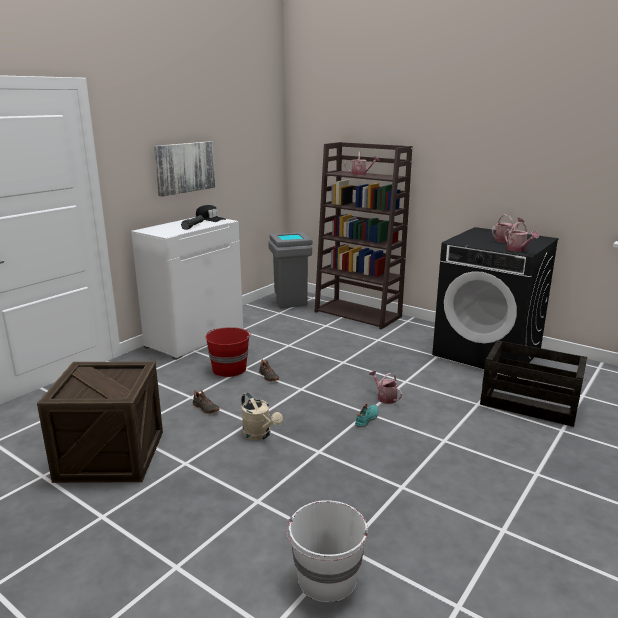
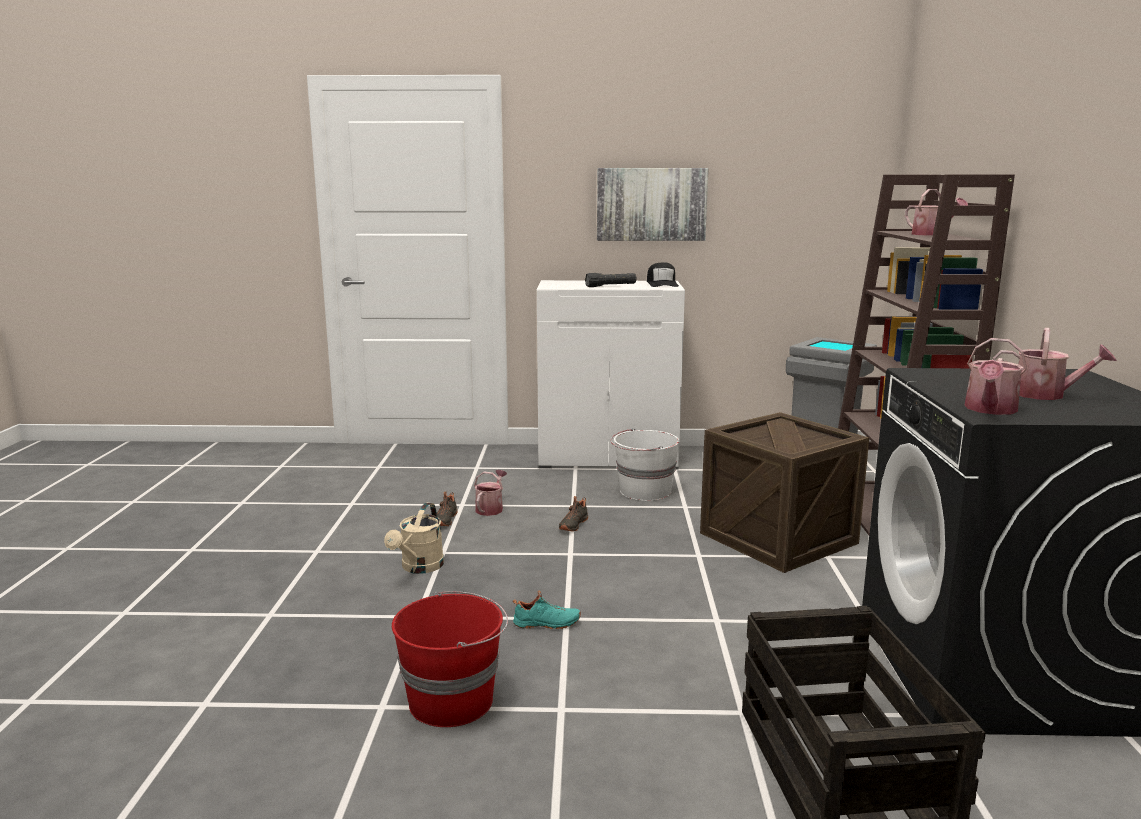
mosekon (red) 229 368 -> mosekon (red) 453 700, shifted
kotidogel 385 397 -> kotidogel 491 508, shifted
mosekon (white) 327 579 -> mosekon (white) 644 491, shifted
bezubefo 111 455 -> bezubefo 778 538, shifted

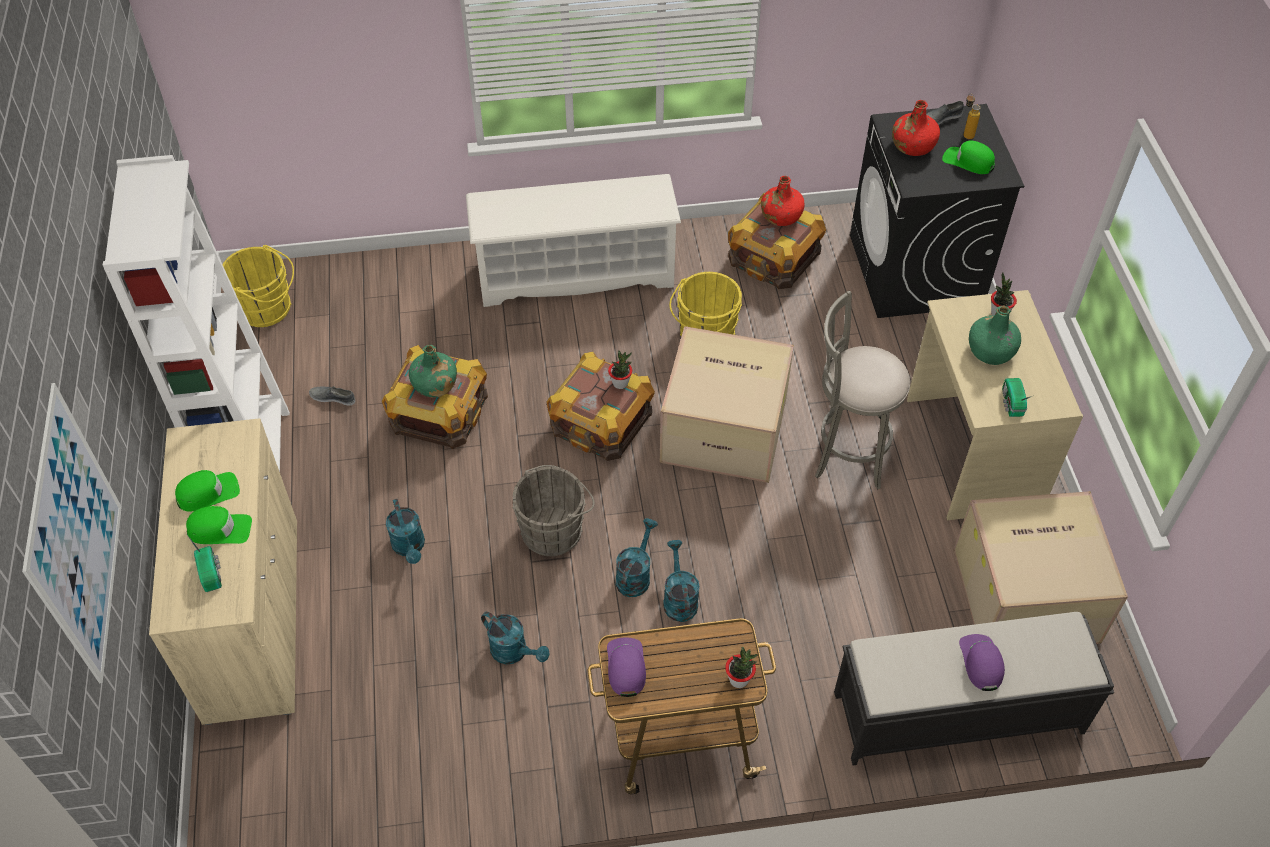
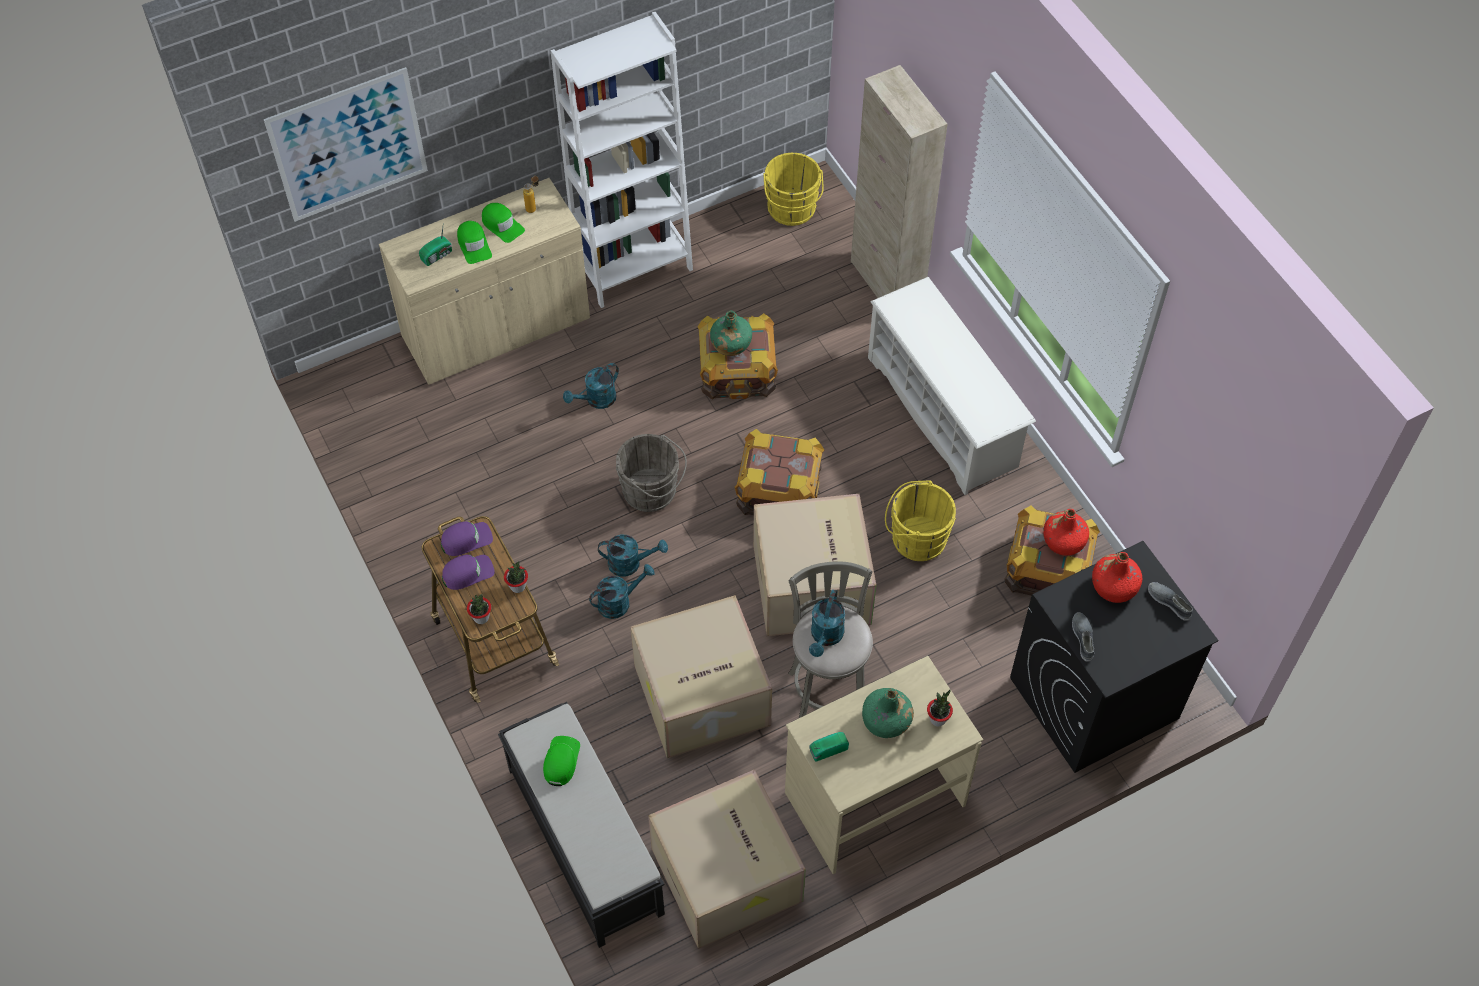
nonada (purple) 981 662 -> nonada (purple) 468 573, shifted
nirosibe 620 383 -> nirosibe 518 586, shifted
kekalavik 966 133 -> kekalavik 534 207, shifted
nonada (green) 968 161 -> nonada (green) 561 761, shifted
none -> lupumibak 700 697
kotidogel (turquoise) 514 652 -> kotidogel (turquoise) 825 637, shifted
none -> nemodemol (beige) 886 283
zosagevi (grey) 333 397 -> zosagevi (grey) 1083 638, shifted

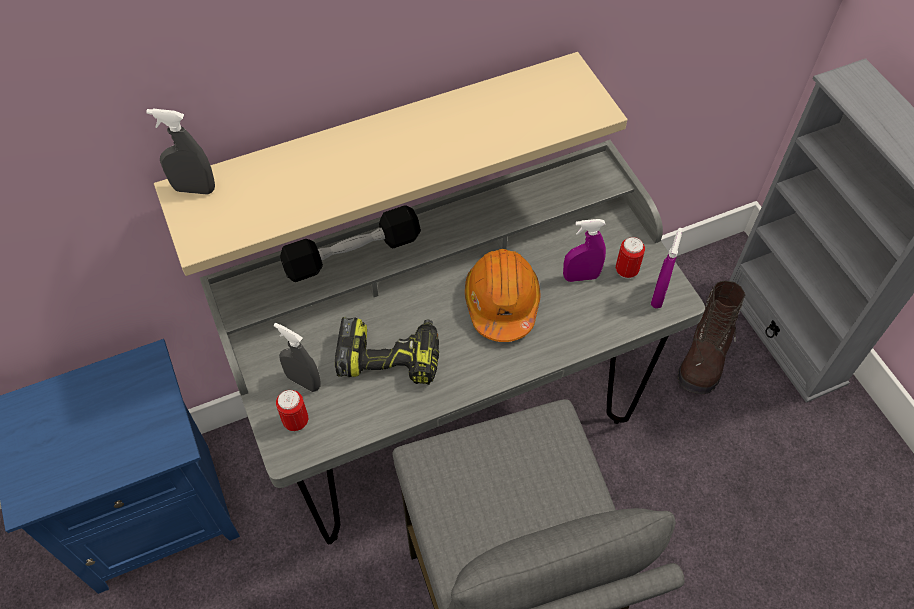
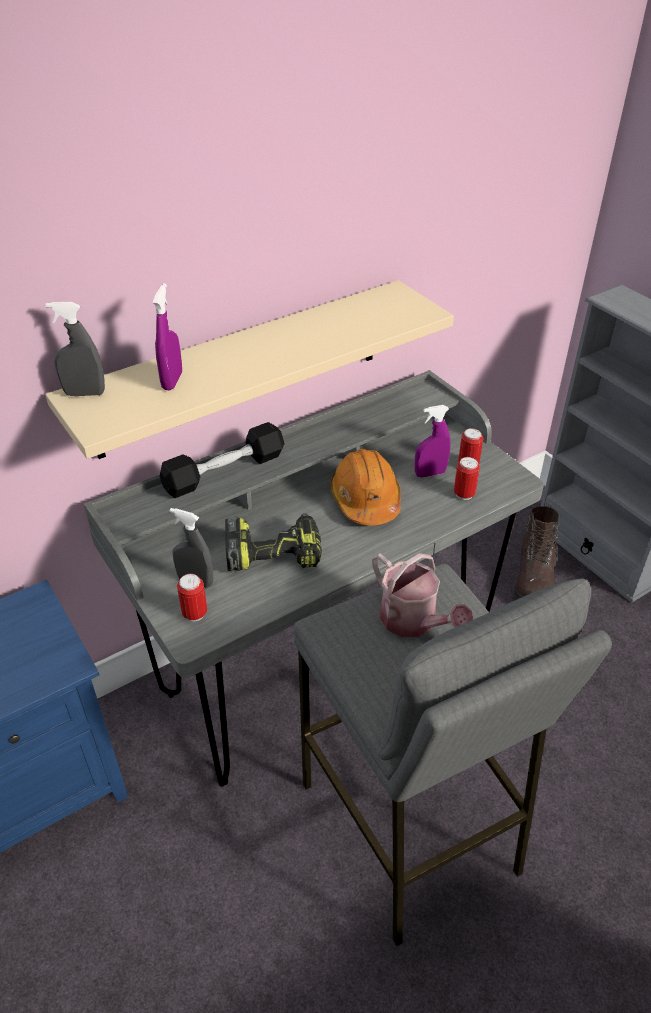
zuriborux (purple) 658 295 -> zuriborux (purple) 172 381, shifted
none -> kotidogel 414 621
none -> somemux 464 494

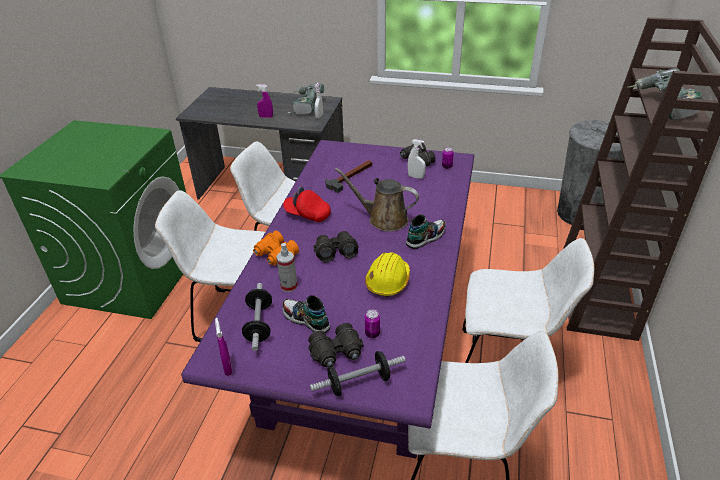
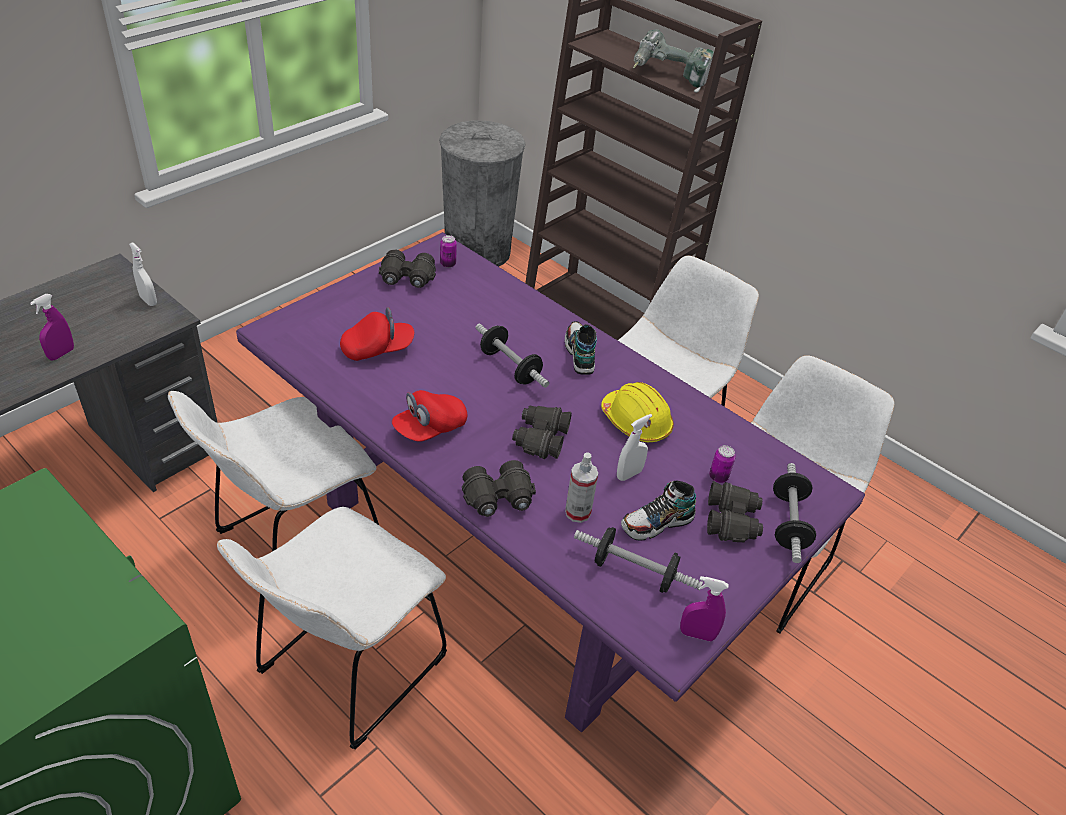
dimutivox 350 177 -> nonada (red) 377 349
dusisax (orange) 275 255 -> dusisax (black) 499 499
kotidogel (brown) 384 219 -> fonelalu 510 367
zuriborux (white) 416 177 -> zuriborux (white) 629 474, shifted
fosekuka 305 106 -> none

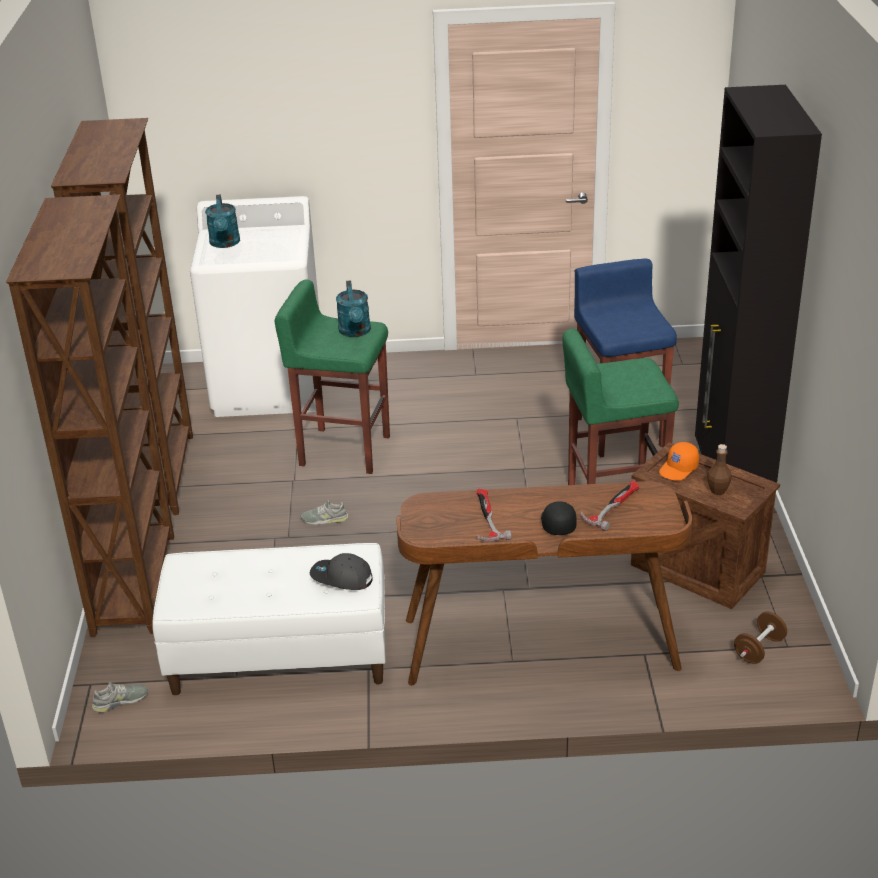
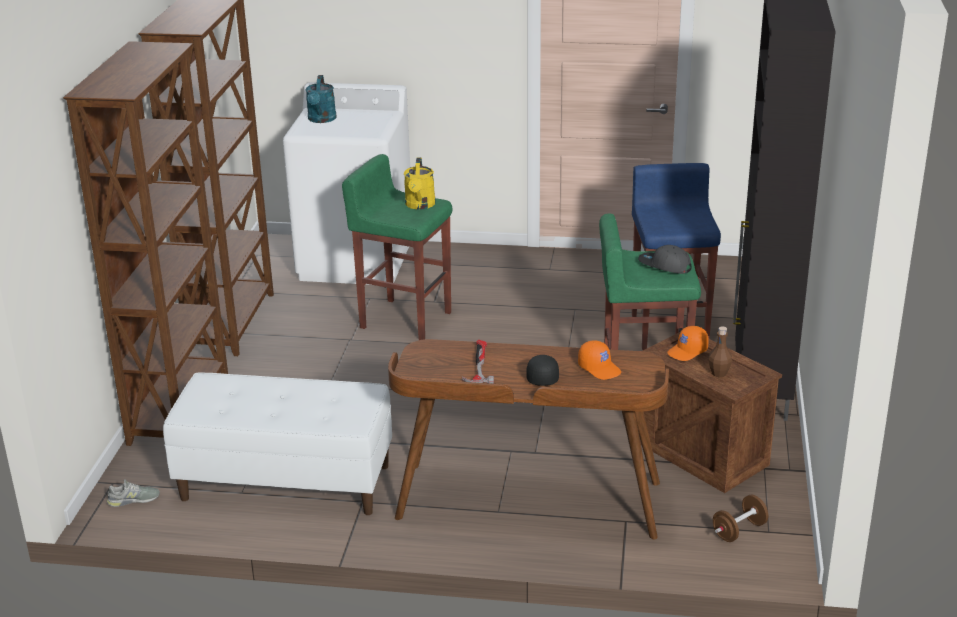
kotidogel (turquoise) 355 332 -> kotidogel (yellow) 420 205
dimutivox 612 506 -> nonada (orange) 600 368
nonada (grey) 341 578 -> nonada (grey) 664 266, shifted
zosagevi (grey) 324 519 -> none

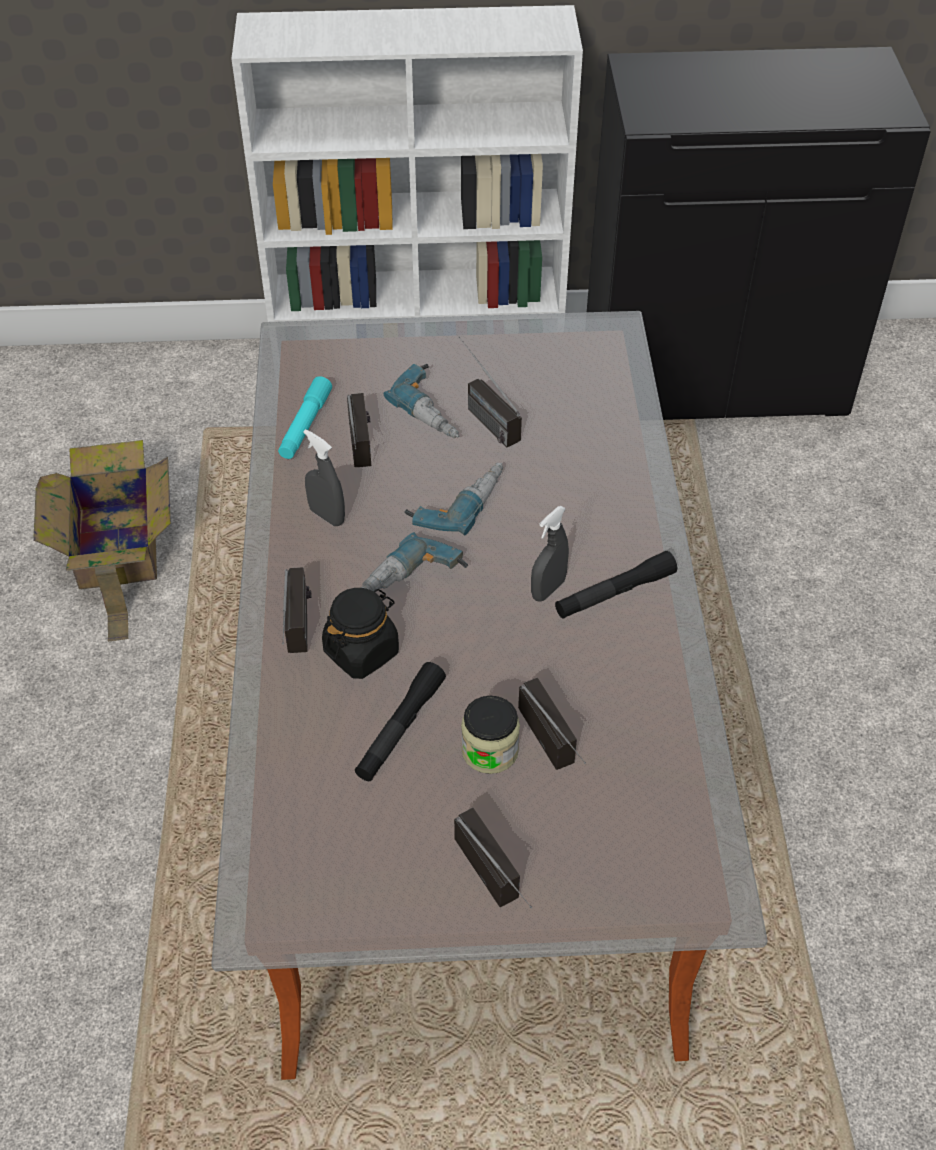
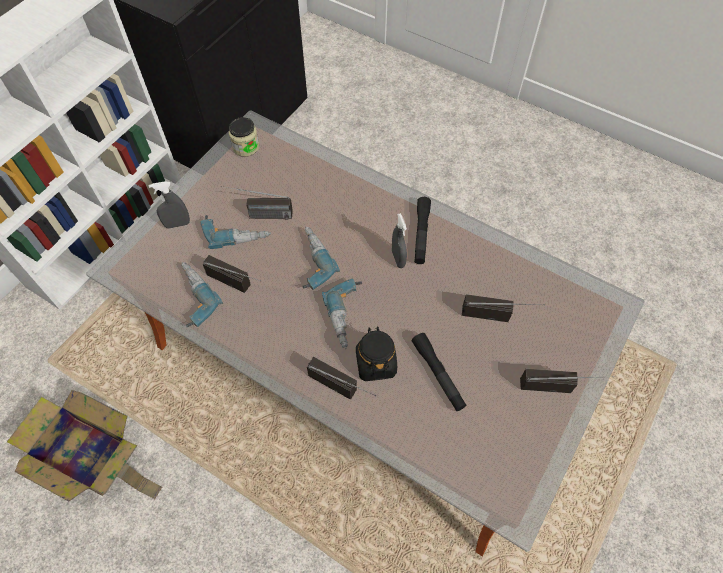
zuriborux (grey) 327 516 -> zuriborux (grey) 177 224, shifted
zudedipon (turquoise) 305 425 -> fosekuka 191 298
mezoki 490 750 -> mezoki 246 147, shifted

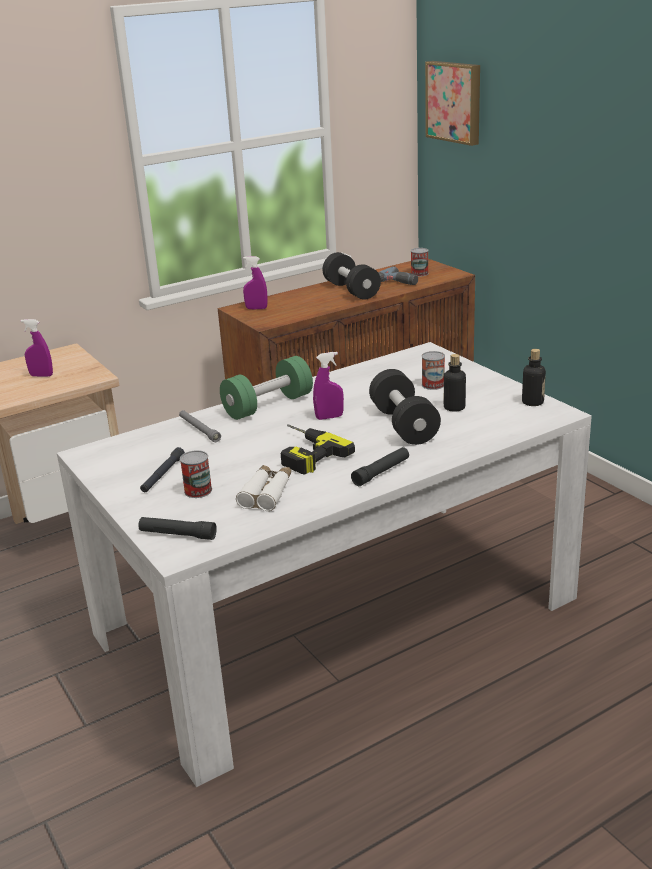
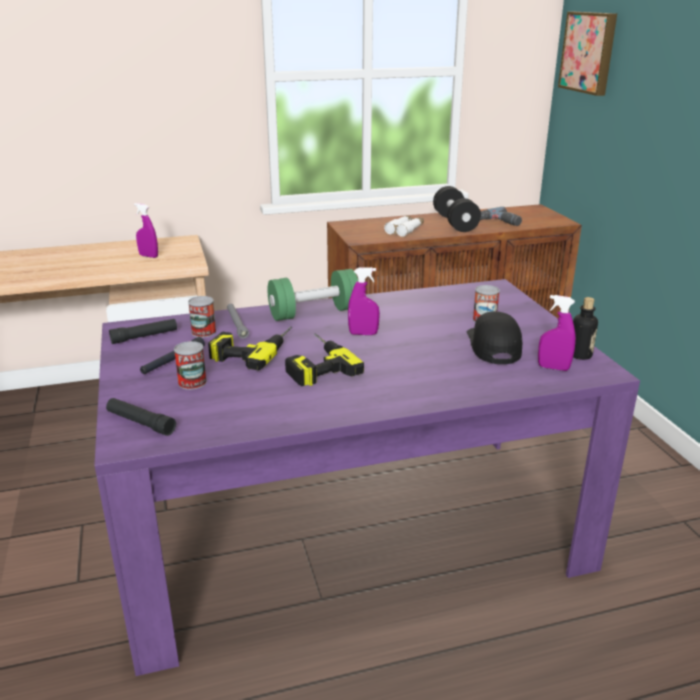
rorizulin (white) 336 617 -> rorizulin (purple) 349 530
zudedipon (black) 381 472 -> zudedipon (black) 144 337, shifted
somemux 419 274 -> somemux 204 332, shifted
none -> fosekuka 252 349
dusisax (white) 266 493 -> dusisax (white) 405 230, shifted
kekalavik 454 407 -> nonada (black) 493 346
zuriborux (purple) 256 308 -> zuriborux (purple) 553 368, shifted
fonelalu (black) 404 425 -> none

